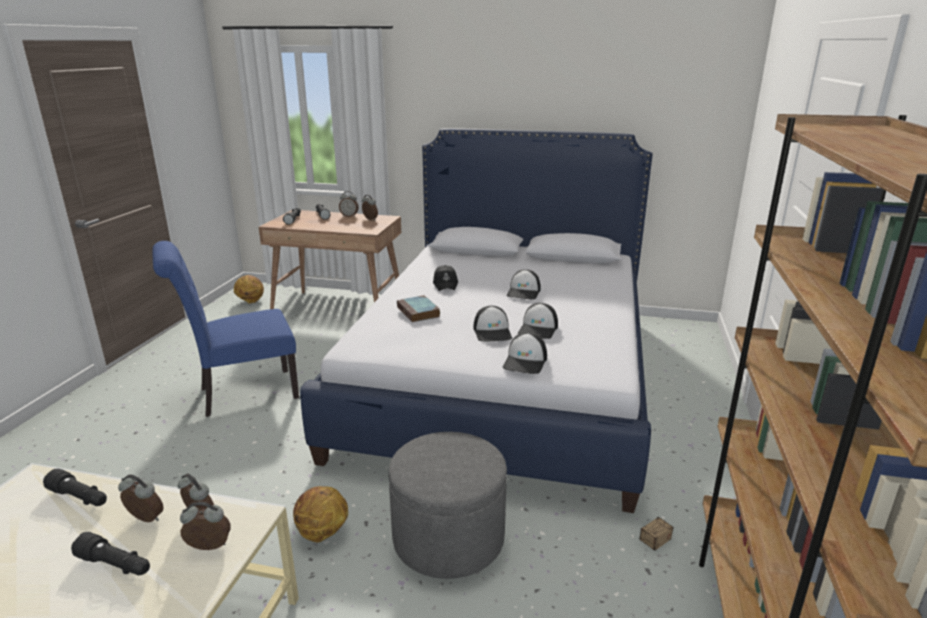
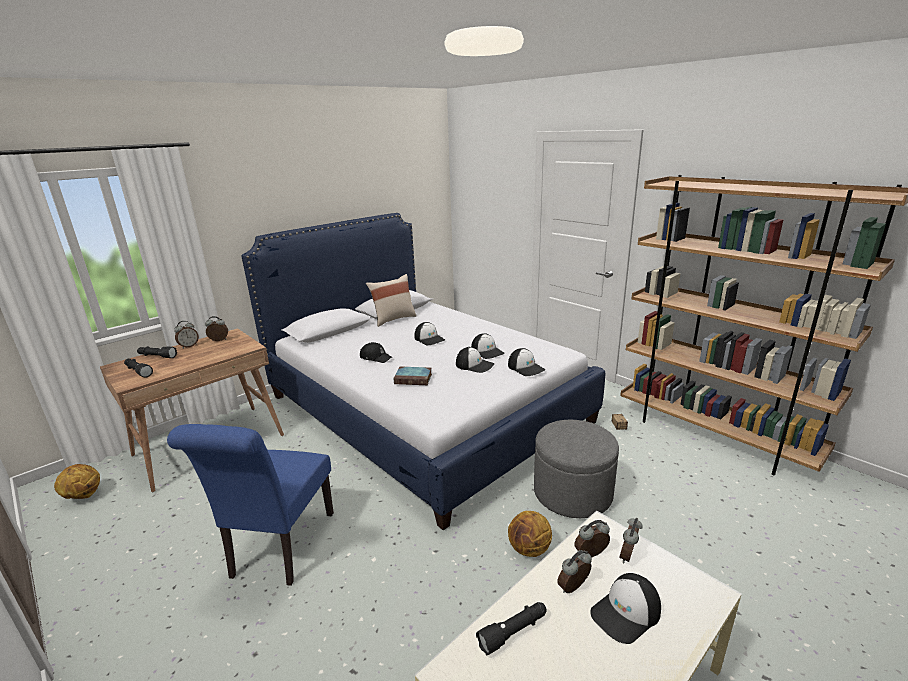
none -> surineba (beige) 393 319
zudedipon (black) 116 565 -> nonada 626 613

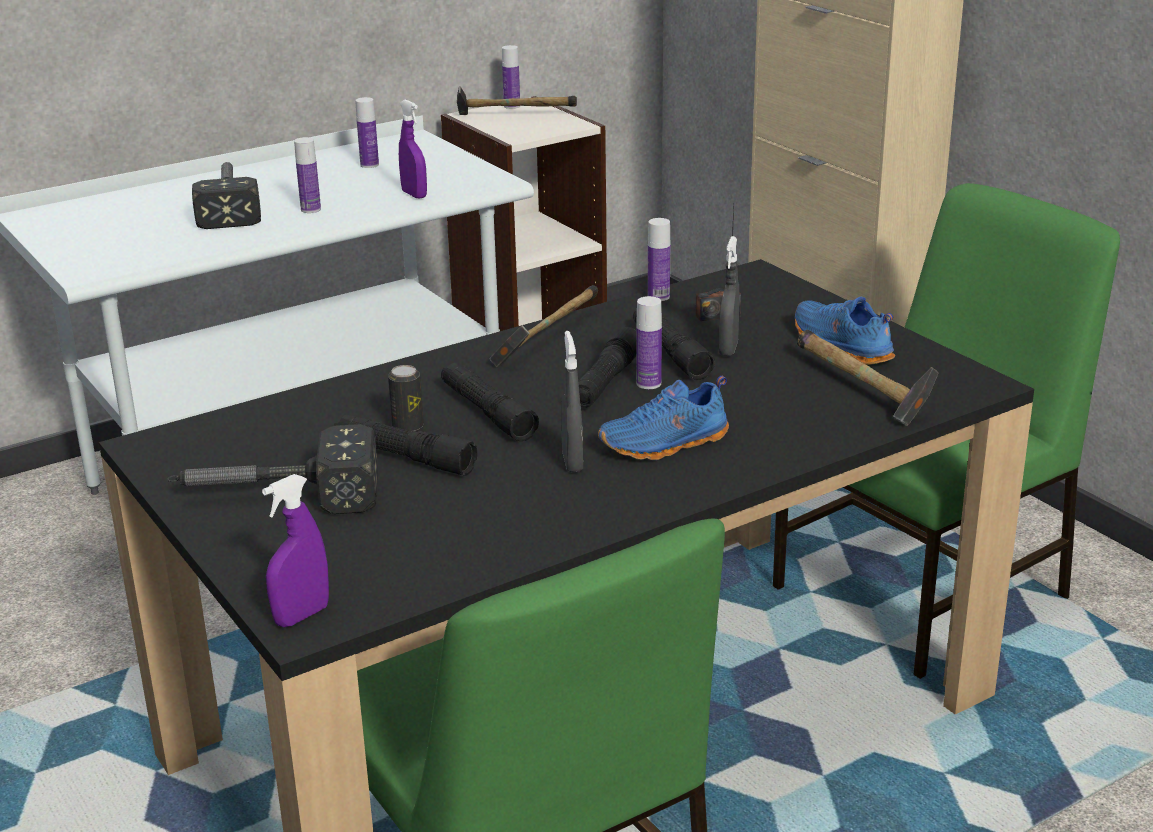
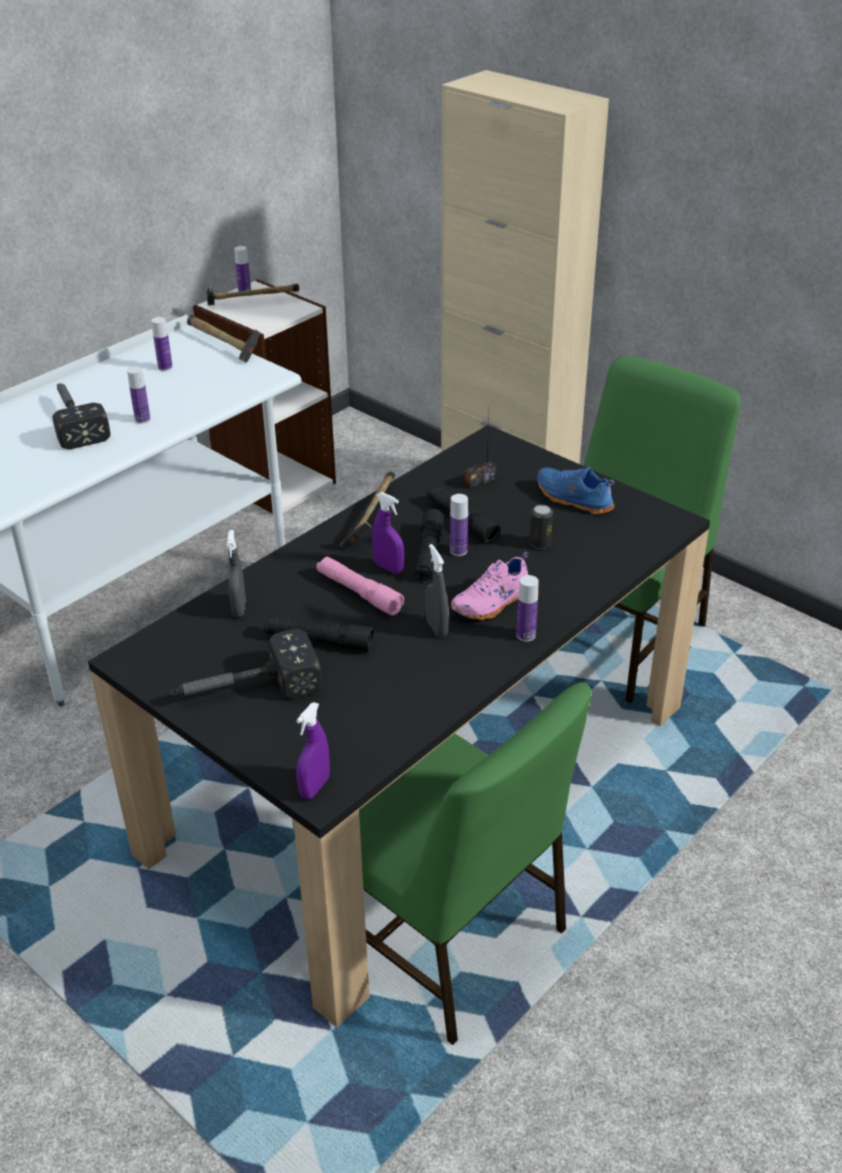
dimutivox 860 391 -> dimutivox 223 346, shifted
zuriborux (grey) 728 349 -> zuriborux (grey) 239 608, shifted
zudedipon (black) 487 413 -> zudedipon (pink) 359 593
zuriborux (purple) 414 195 -> zuriborux (purple) 388 568, shifted
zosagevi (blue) 665 445 -> zosagevi (pink) 492 603
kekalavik 658 297 -> kekalavik 526 635, shifted
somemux 408 426 -> somemux 540 543, shifted

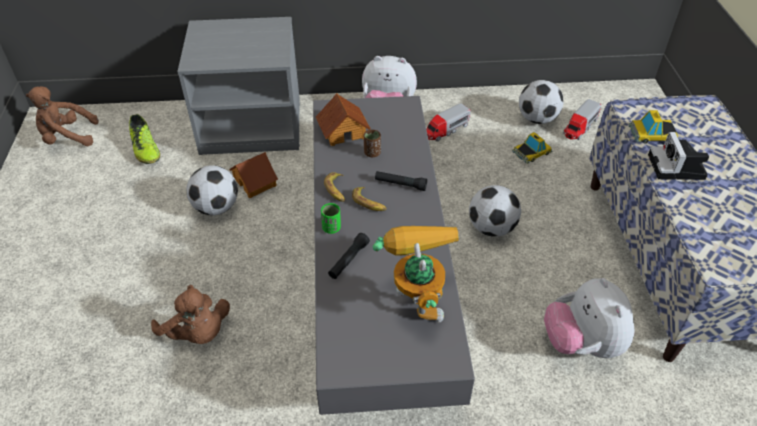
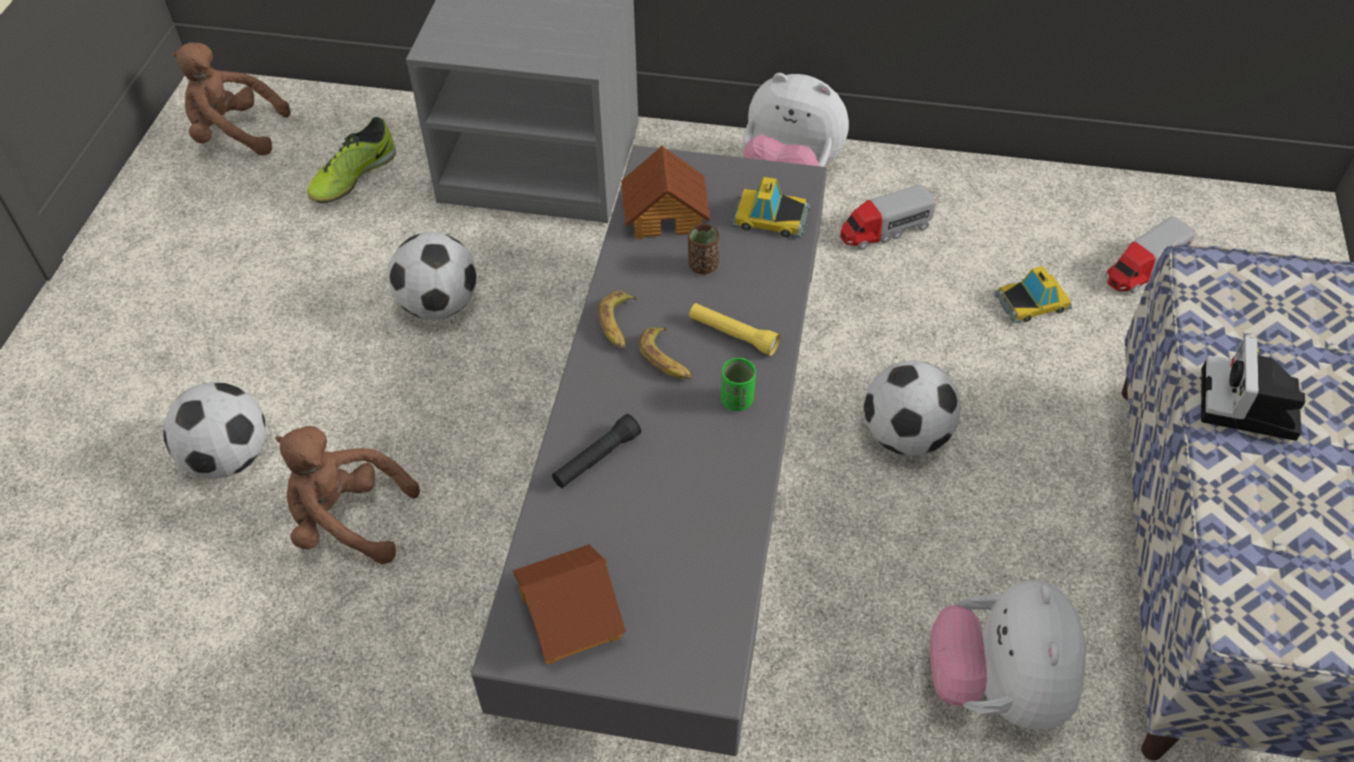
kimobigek 537 119 -> kimobigek 228 458, shifted
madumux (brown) 197 333 -> madumux (brown) 347 521, 135 degrees clockwise
zosagevi 145 149 -> zosagevi 353 176, 45 degrees clockwise
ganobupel 255 182 -> ganobupel 572 615, shifted
zudedipon (black) 400 184 -> zudedipon (yellow) 733 335
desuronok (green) 331 228 -> desuronok (green) 737 400, shifted
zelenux 652 134 -> zelenux 770 217, shifted
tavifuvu 416 298 -> none

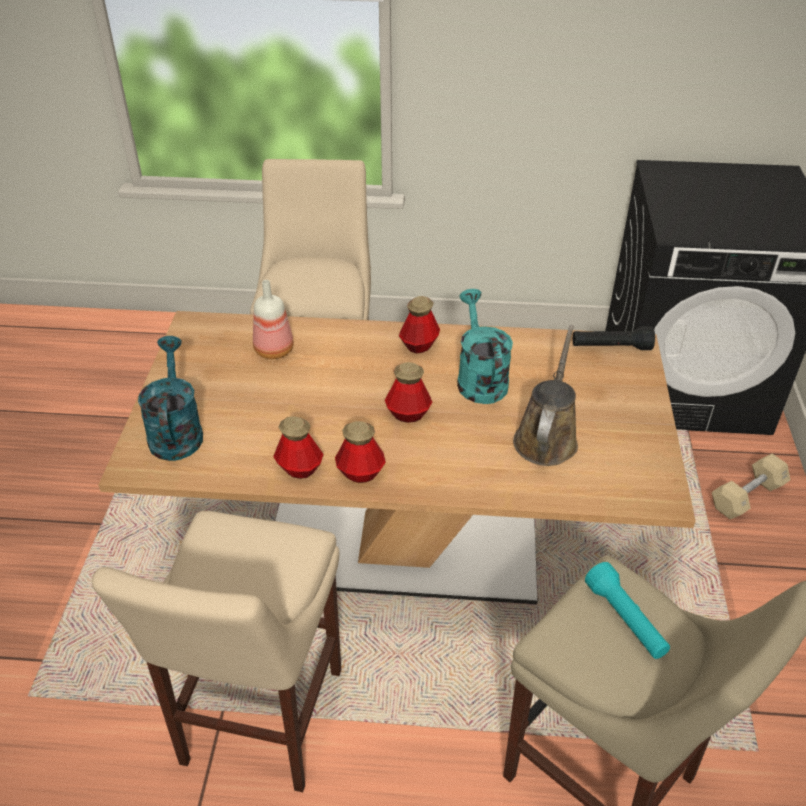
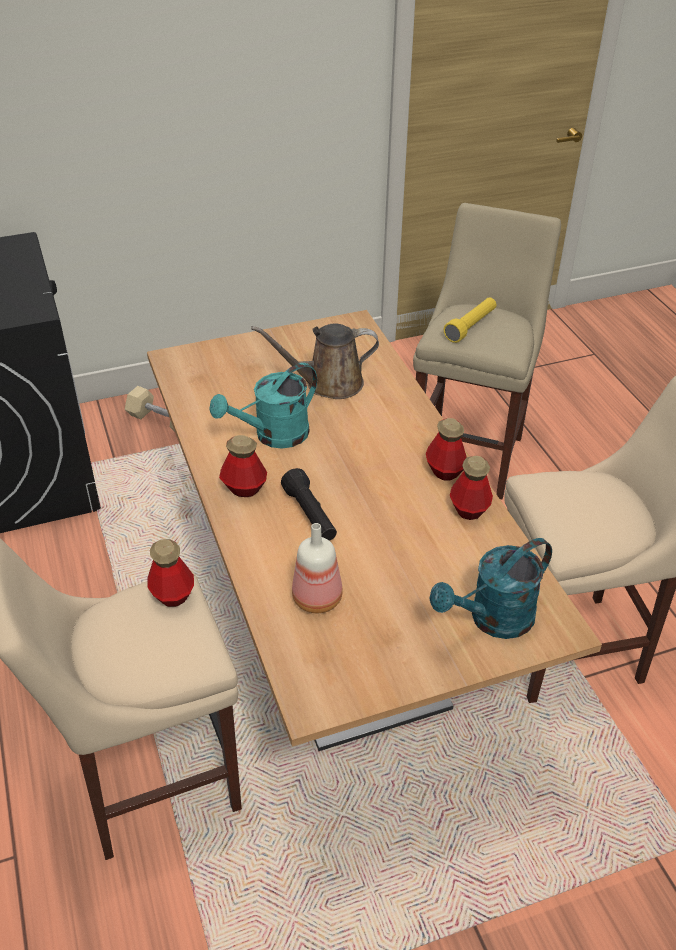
kekalavik 408 414 -> kekalavik 172 594, shifted
zudedipon (black) 611 347 -> zudedipon (black) 310 515, shifted
zudedipon (turquoise) 625 620 -> zudedipon (yellow) 471 326

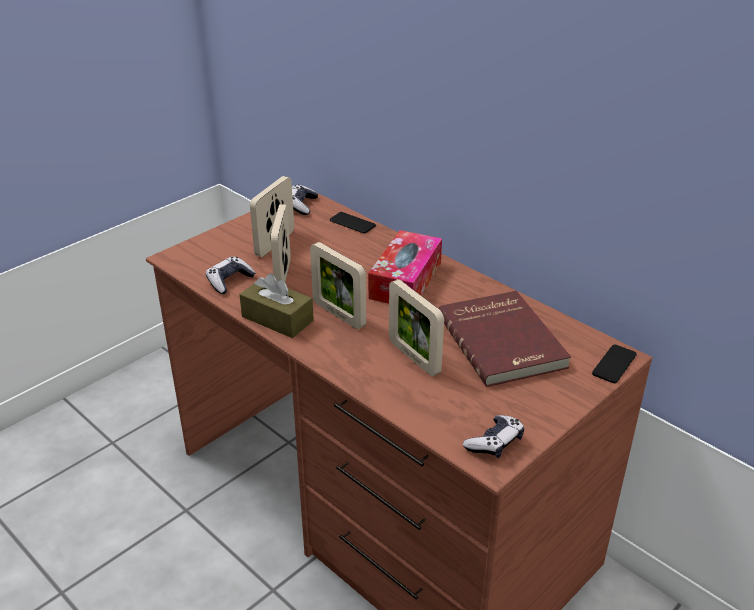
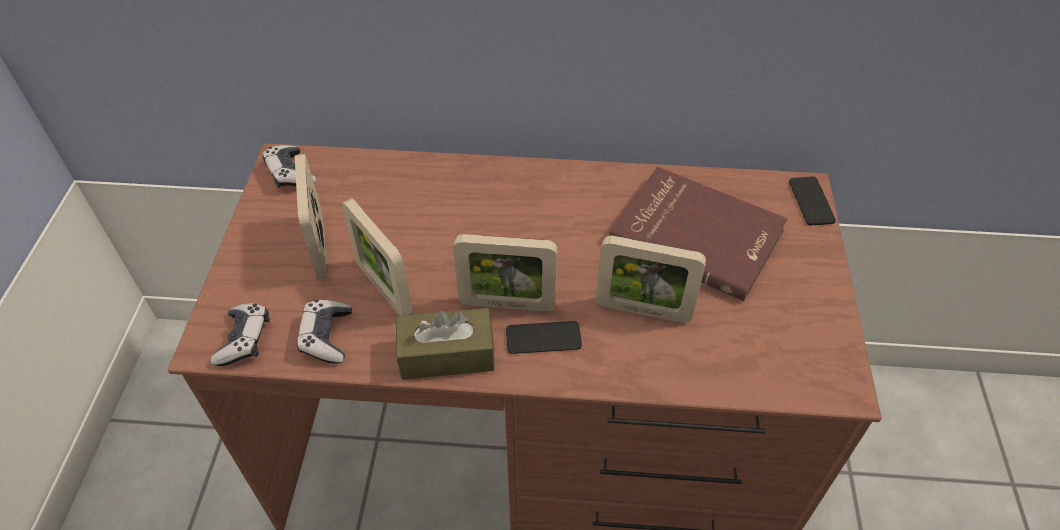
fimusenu 494 443 -> fimusenu 244 340, shifted
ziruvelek 352 223 -> ziruvelek 543 338, shifted
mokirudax 405 280 -> none

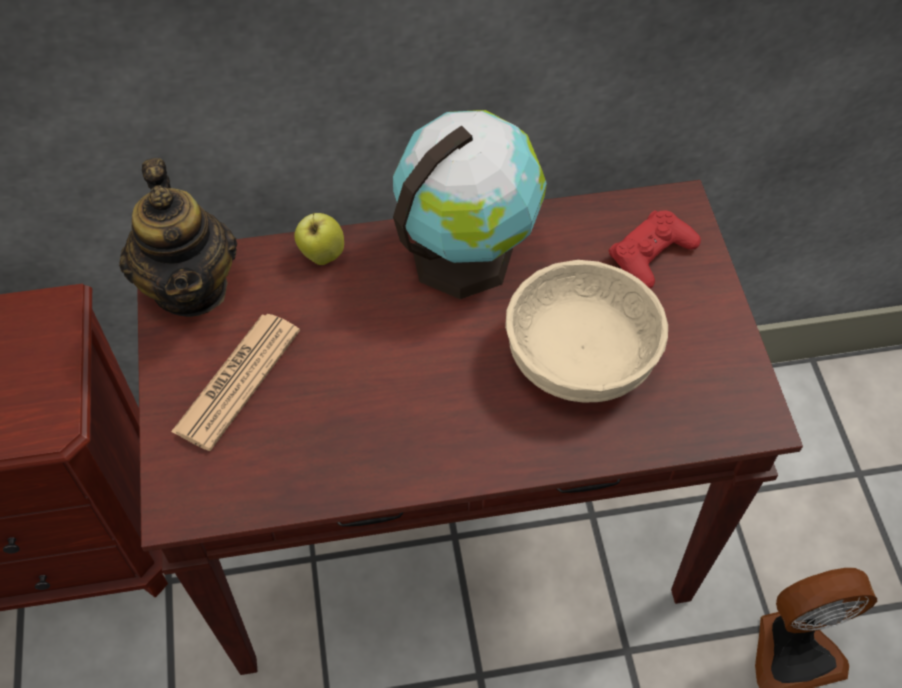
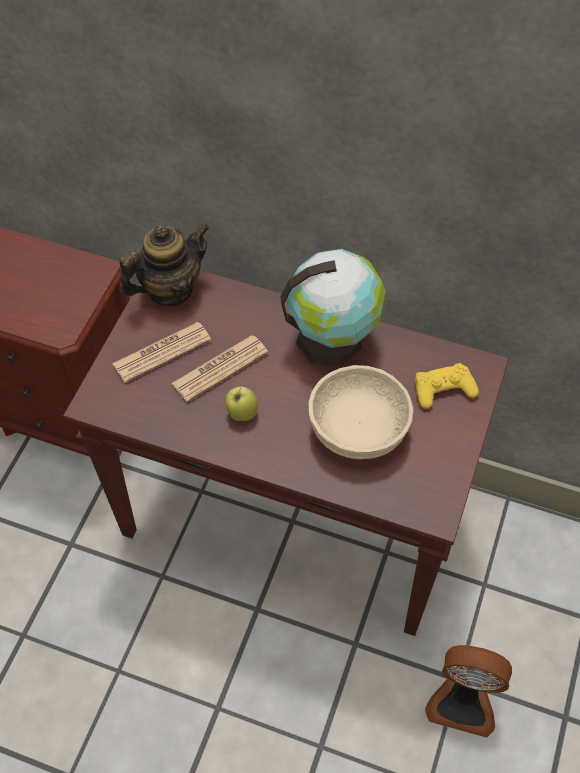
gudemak 191 287 -> gudemak 170 289, 135 degrees counterclockwise
none -> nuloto 220 368
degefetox 321 255 -> degefetox 242 413, shifted
fimusenu (red) 651 254 -> fimusenu (yellow) 443 389

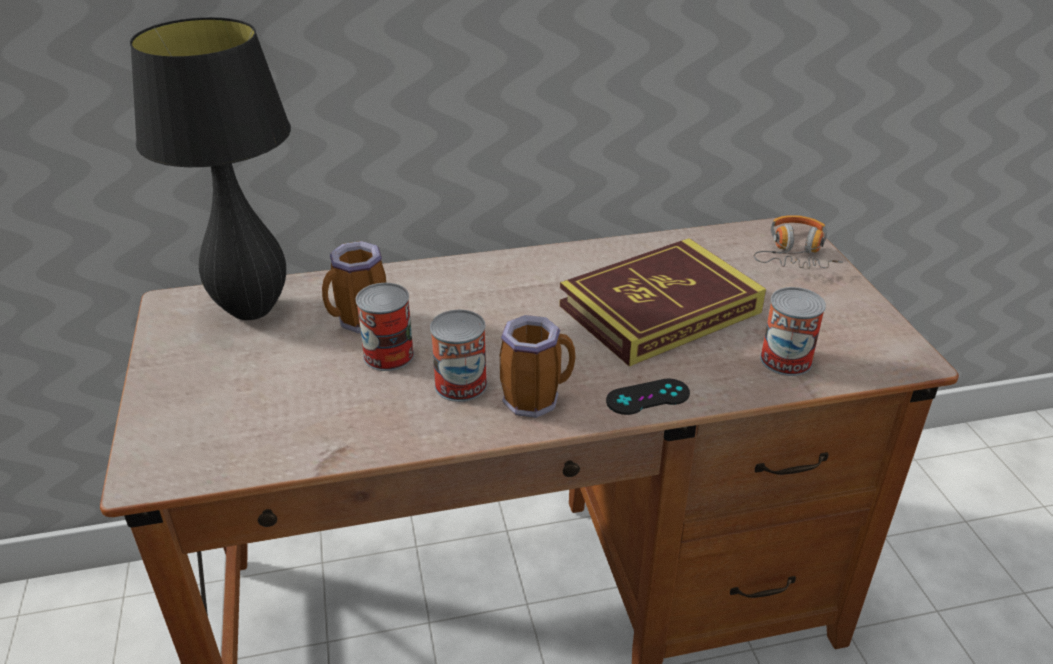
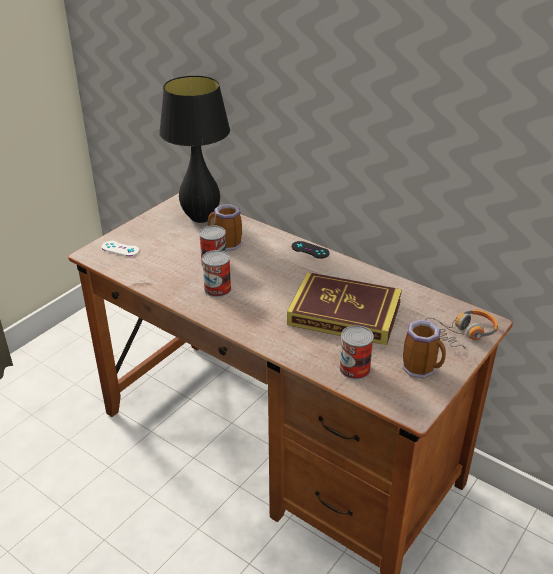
none -> fimusenu (white) 120 249
fimusenu (black) 648 397 -> fimusenu (black) 310 250, shifted
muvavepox 535 398 -> muvavepox 422 369, shifted

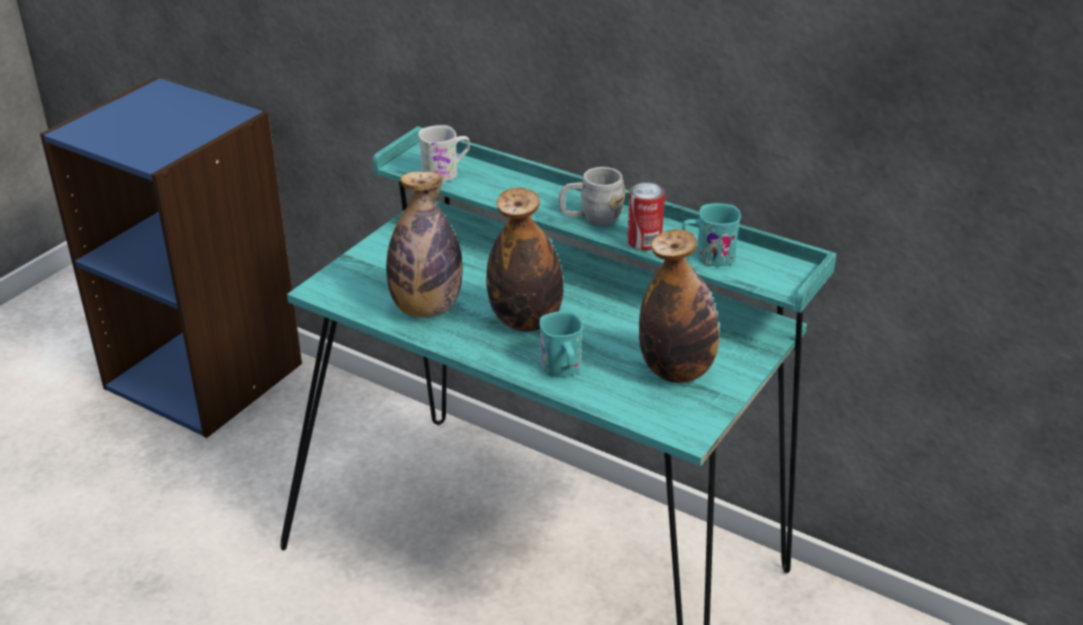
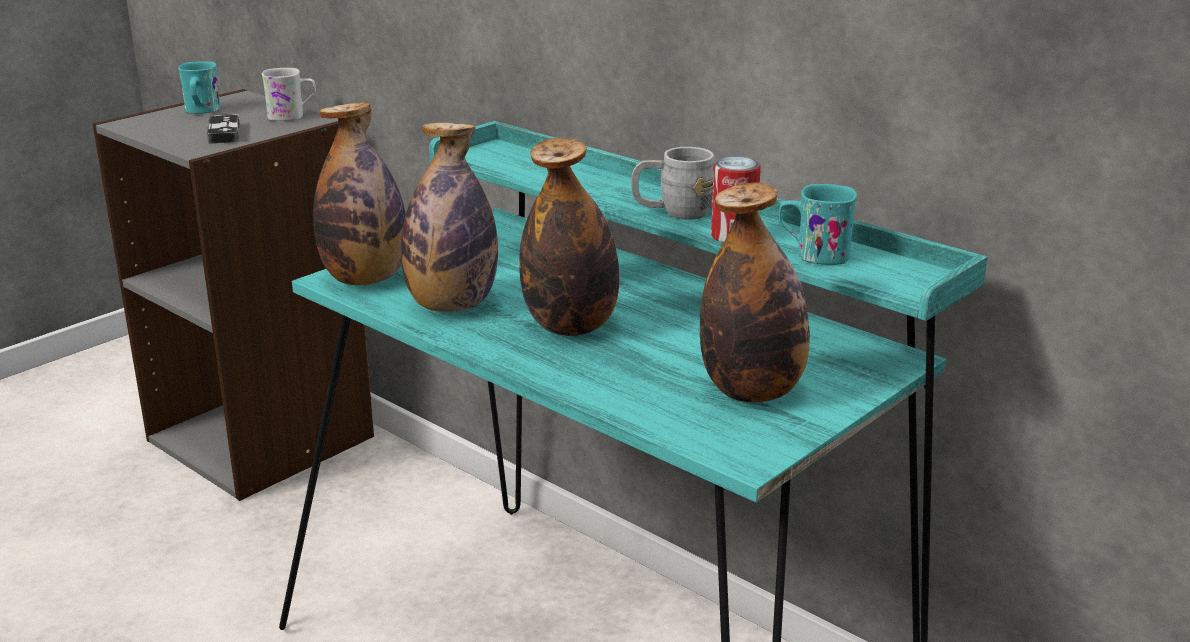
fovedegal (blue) 206 375 -> fovedegal (grey) 263 437
muvavepox (turquoise) 562 370 -> muvavepox (turquoise) 201 111, shifted
none -> fimusenu 224 133
muvavepox (white) 446 173 -> muvavepox (white) 292 116, shifted
none -> kekalavik 365 279

